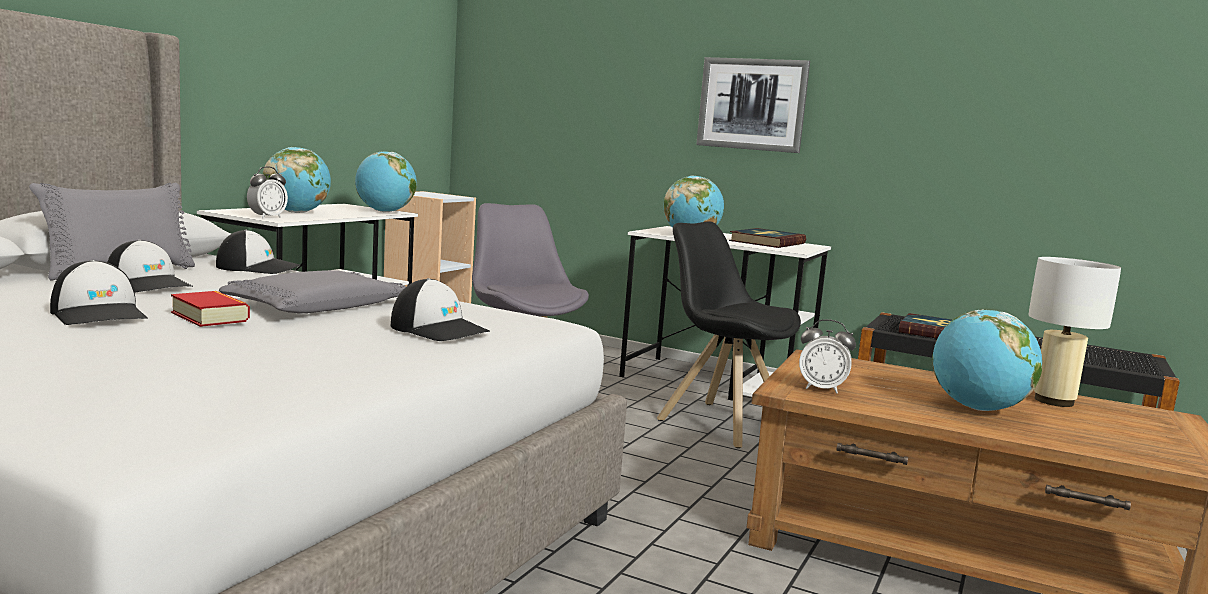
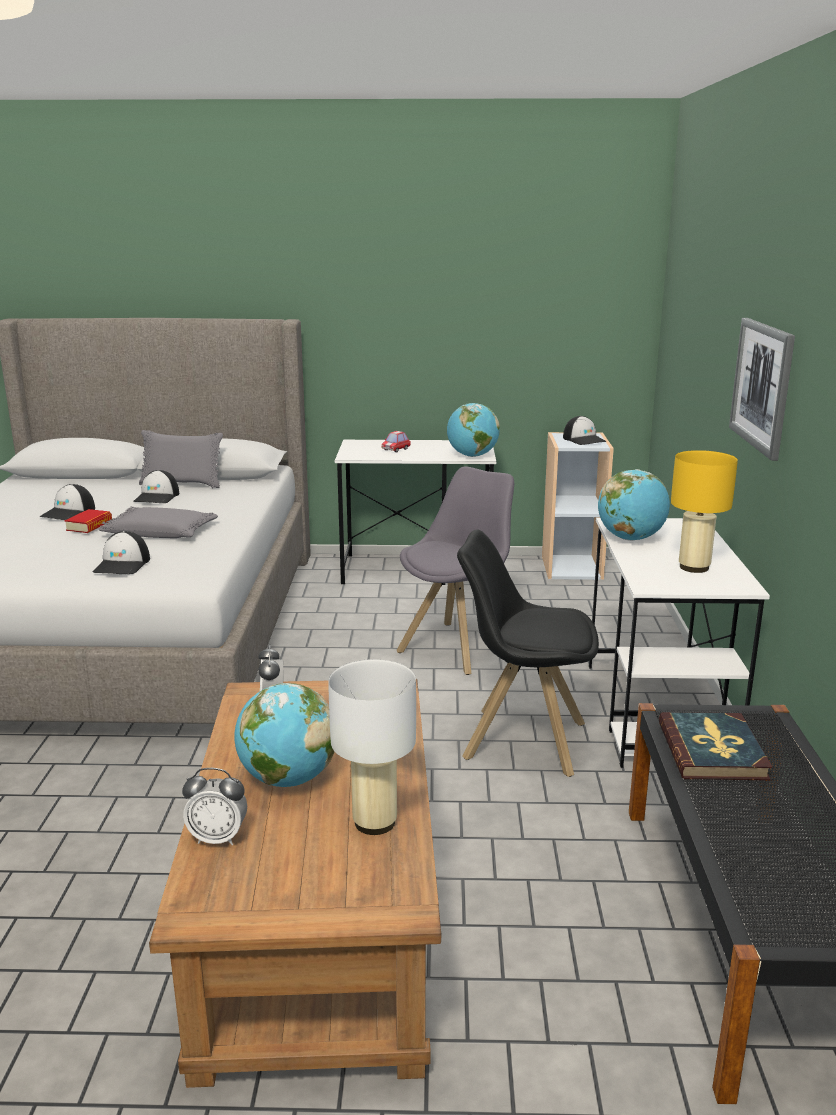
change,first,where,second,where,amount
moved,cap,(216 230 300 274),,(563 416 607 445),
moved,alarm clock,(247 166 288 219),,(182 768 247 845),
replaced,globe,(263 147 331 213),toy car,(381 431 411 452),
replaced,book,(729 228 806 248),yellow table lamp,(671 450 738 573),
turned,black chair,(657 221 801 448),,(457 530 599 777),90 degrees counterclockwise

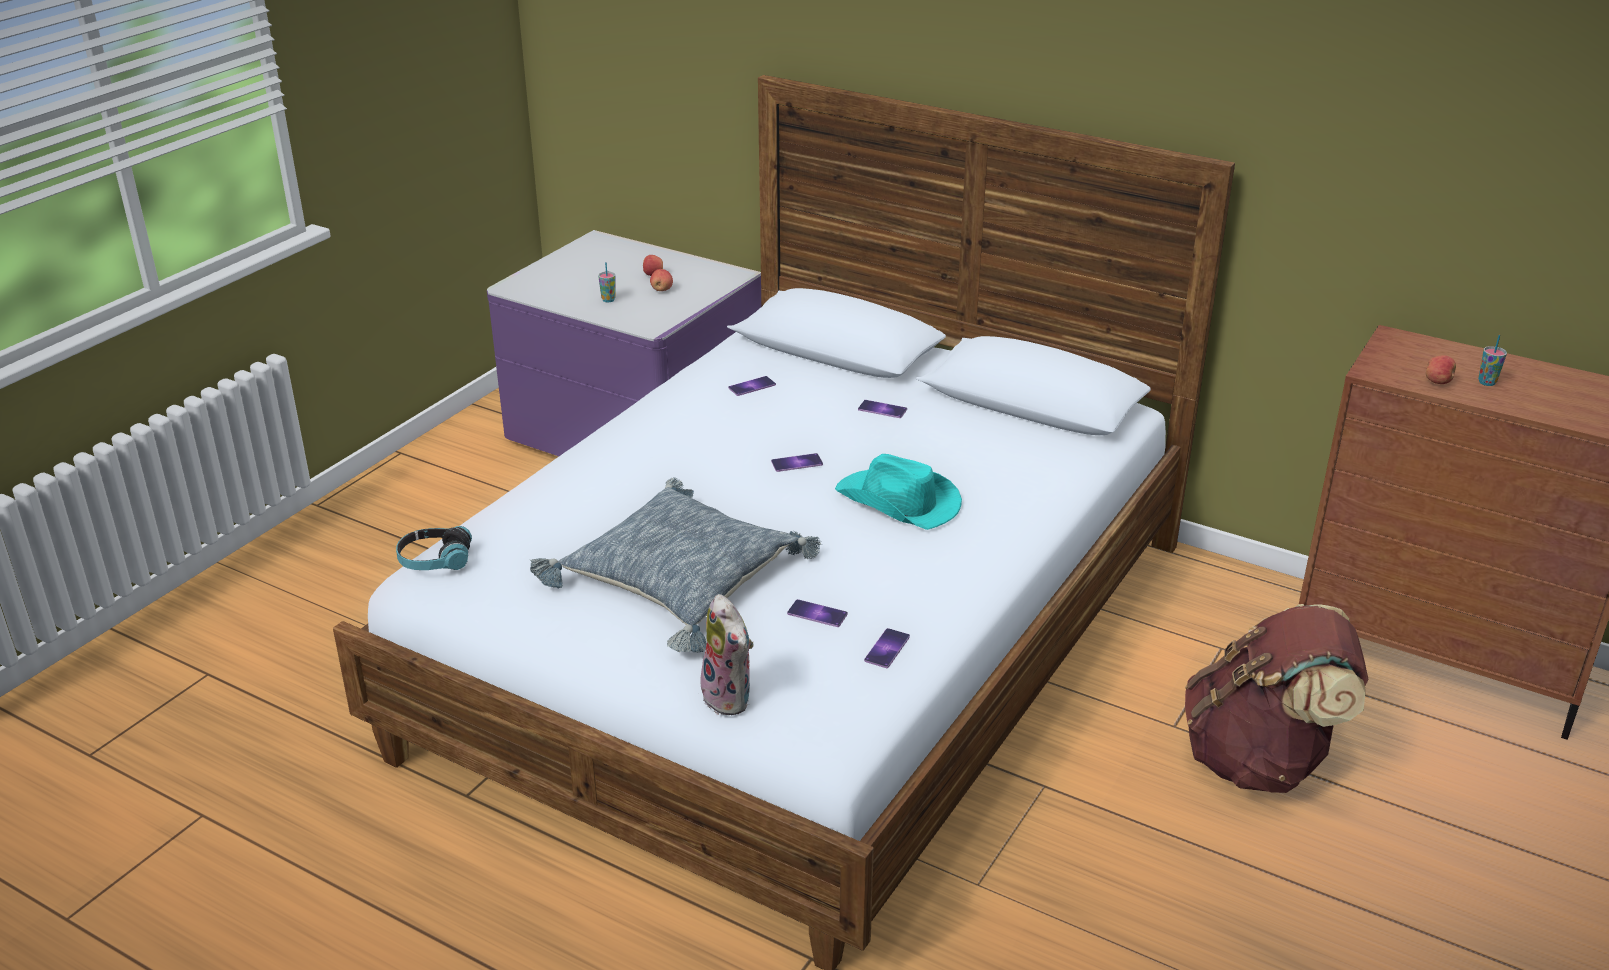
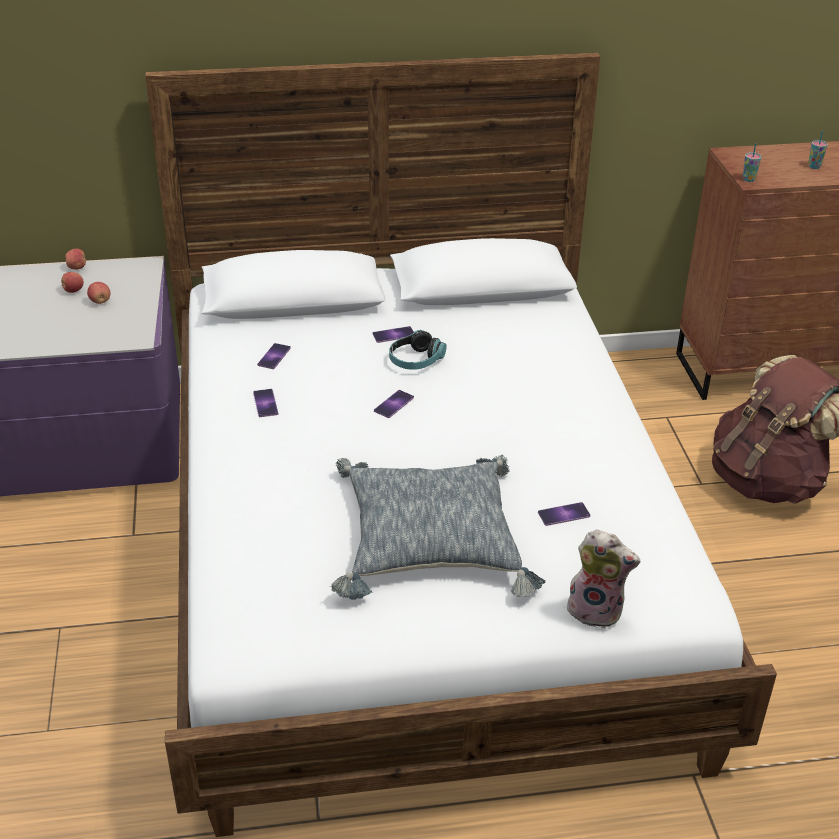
change,first,where,second,where,amount
removed,turquoise hat,(835 454 962 530),,,
moved,headphones,(396 526 472 570),,(389 330 446 370),
moved,cup,(598 262 615 302),,(743 143 761 182),
moved,phone,(864 628 910 668),,(253 389 278 417),
moved,apple,(1426 355 1456 384),,(65 248 86 270),

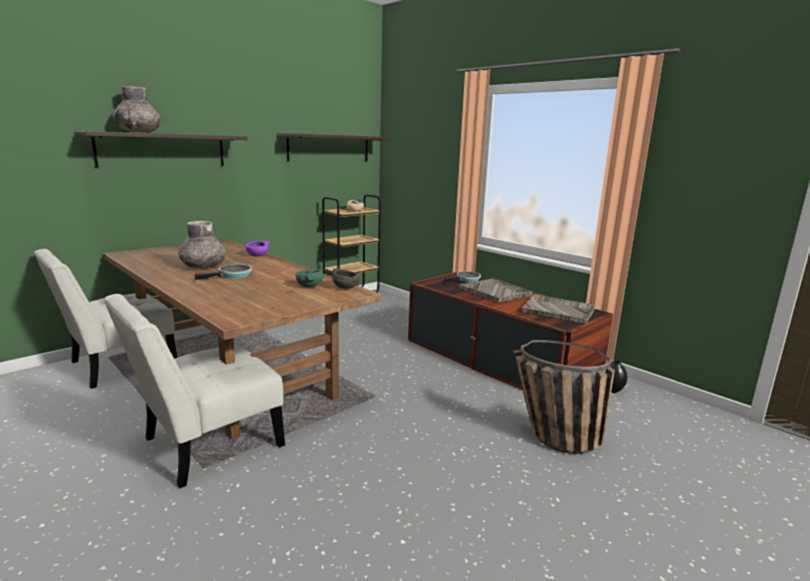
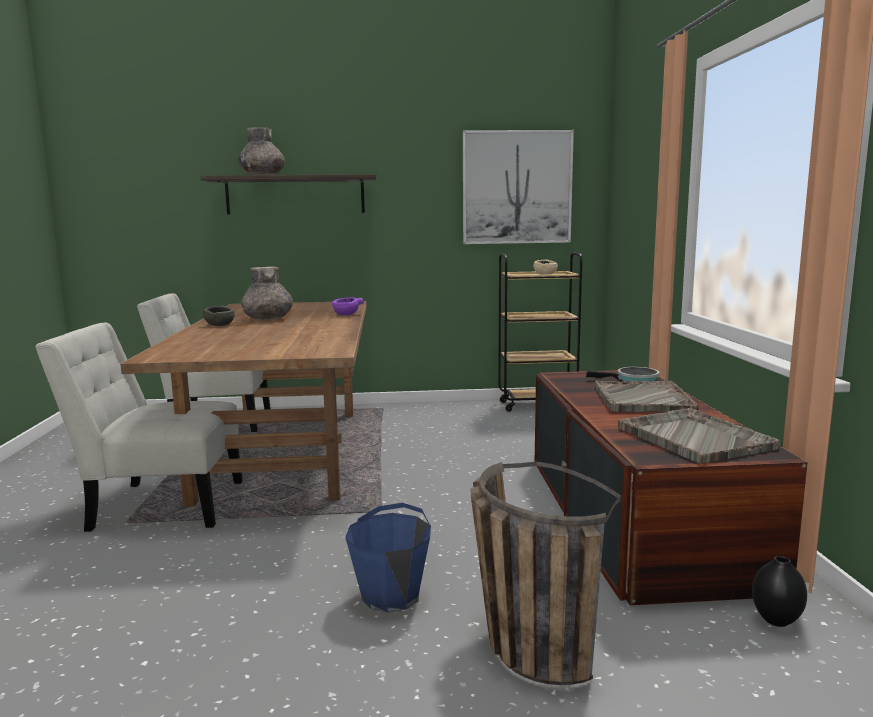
change,first,where,second,where,amount
removed,frying pan,(195 264 252 280),,,
removed,green bowl,(296 269 324 287),,,
added,,,blue bucket,(345 503 431 613),
moved,grey bowl,(332 269 360 289),,(203 305 235 326),
replaced,shelf,(277 133 392 161),picture,(463 130 574 244),

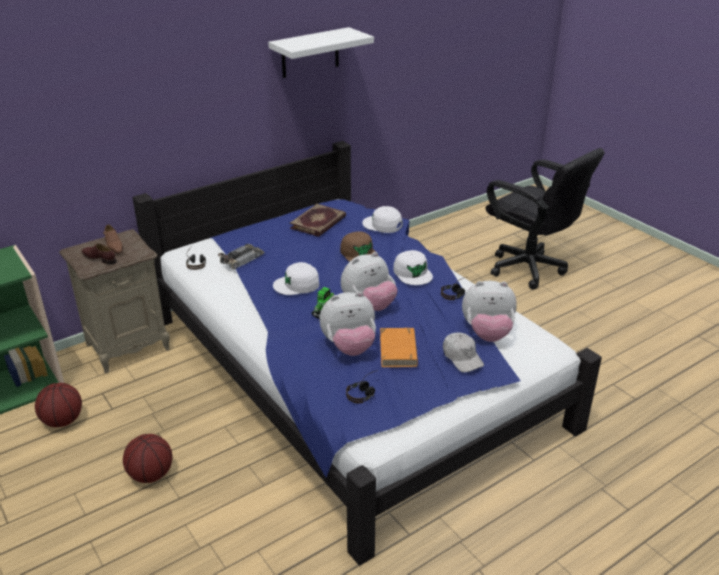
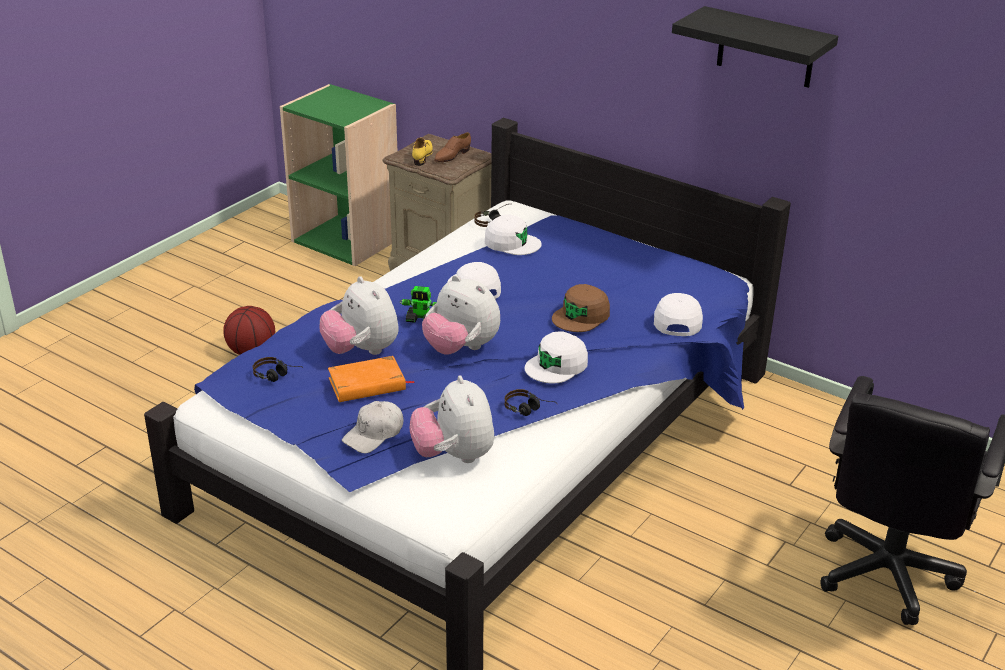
change,first,where,second,where,amount
removed,basketball,(35 383 82 427),,,
removed,book,(290 204 346 237),,,
replaced,toy car,(218 244 265 269),white cap,(485 215 542 255),
recoloured,brown shoe,(82 243 116 264),yellow shoe,(412 137 433 166),
recoloured,white shelf,(268 27 374 78),black shelf,(672 6 838 88),

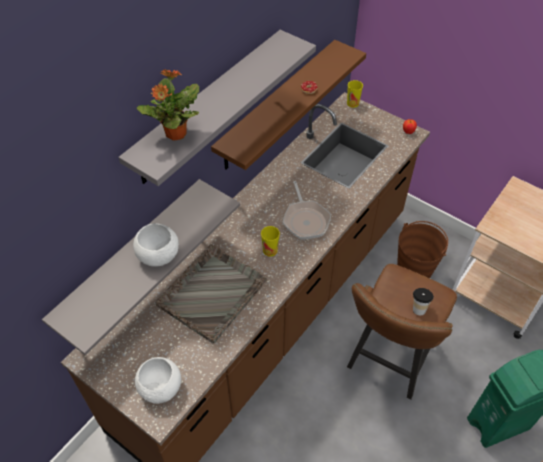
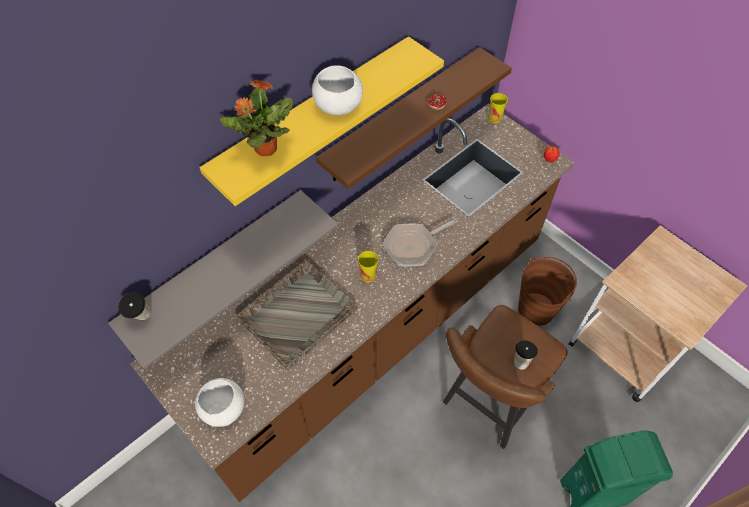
change,first,where,second,where,amount
added,,,cup,(119 292 151 320),
moved,white bowl,(133 223 179 267),,(312 65 363 115),
recoloured,grey shelf,(118 30 316 186),yellow shelf,(199 36 444 206),
turned,frying pan,(282 181 331 240),,(383 219 457 266),60 degrees clockwise

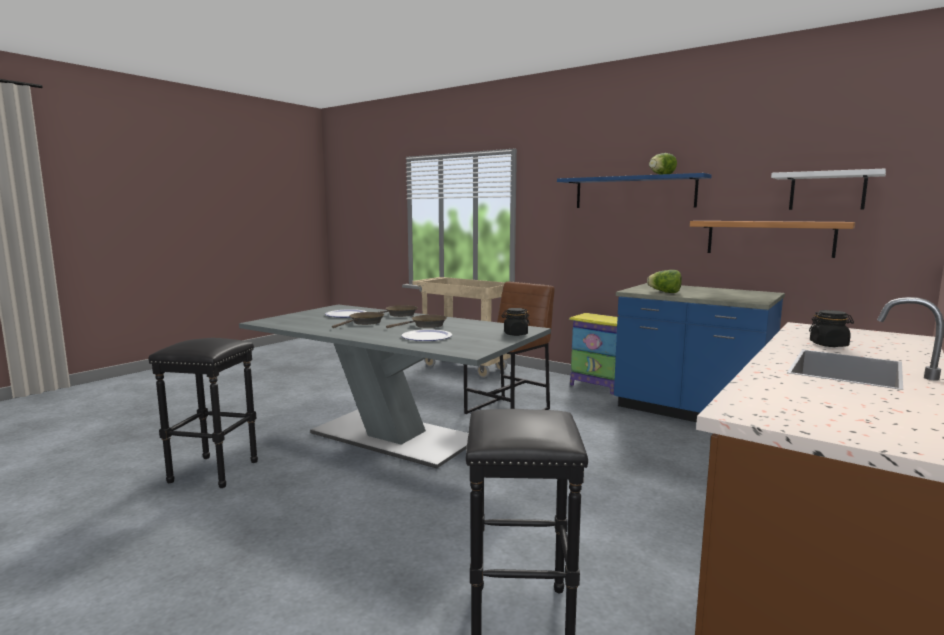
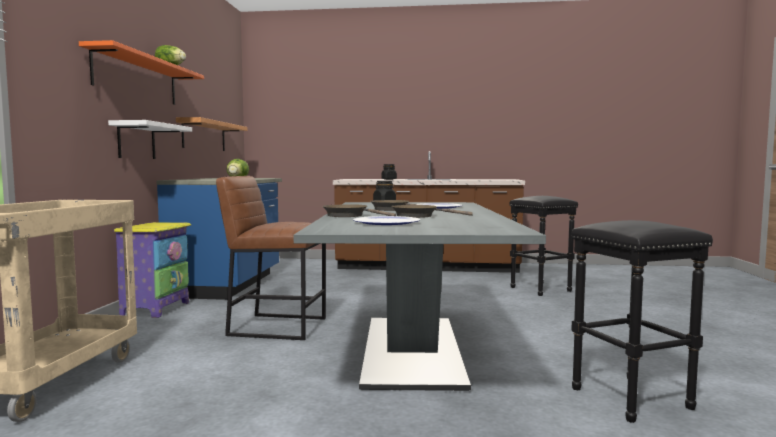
change,first,where,second,where,amount
moved,white shelf,(771 169 886 210),,(108 120 192 159),
recoloured,blue shelf,(557 173 712 208),orange shelf,(79 40 204 105),

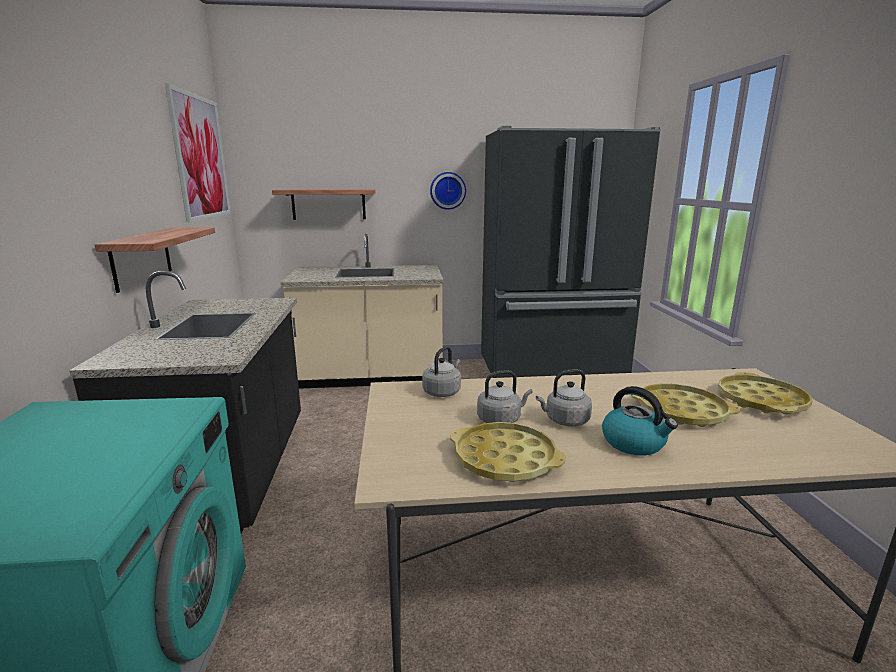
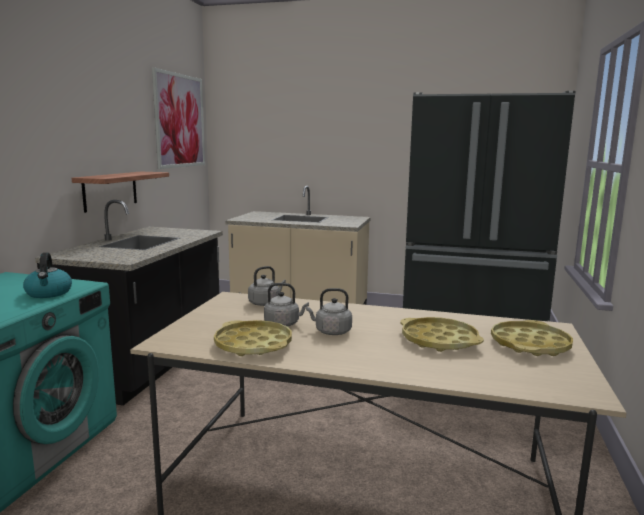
change,first,where,second,where,amount
removed,shelf,(272 189 375 220),,,
removed,wall clock,(430 172 466 210),,,
moved,kettle,(602 386 678 455),,(23 253 72 298),

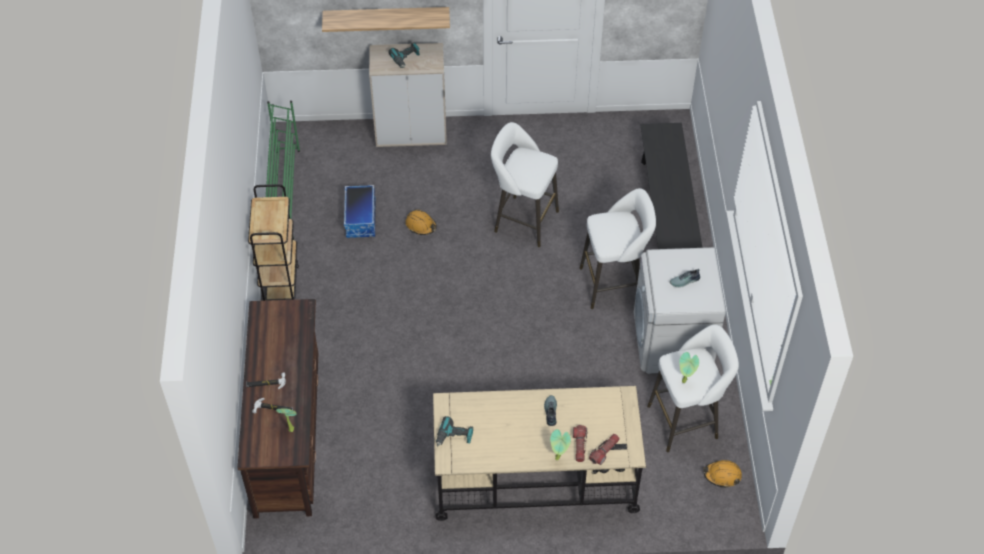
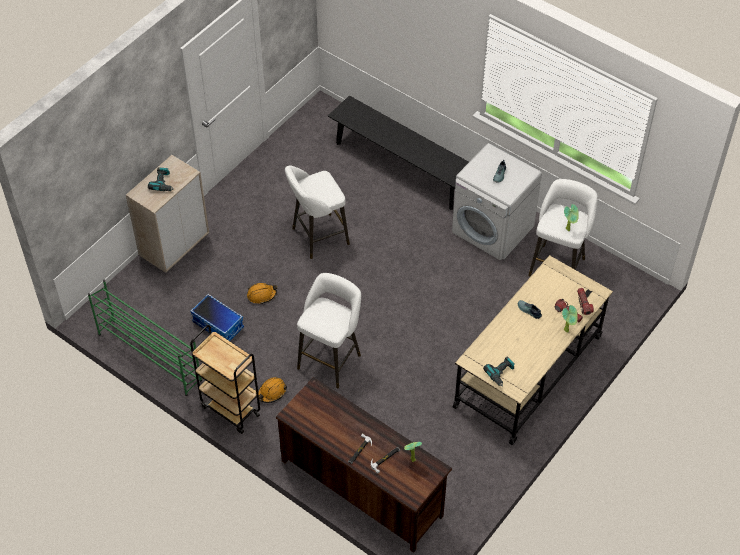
change,first,where,second,where,amount
removed,shelf,(322 7 450 32),,,
moved,white stool,(580 188 656 309),,(297 273 361 388),
moved,orange hard hat,(704 460 742 488),,(258 377 287 403),

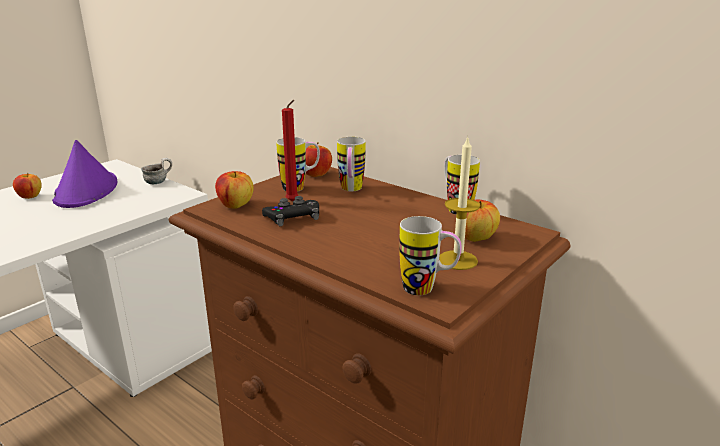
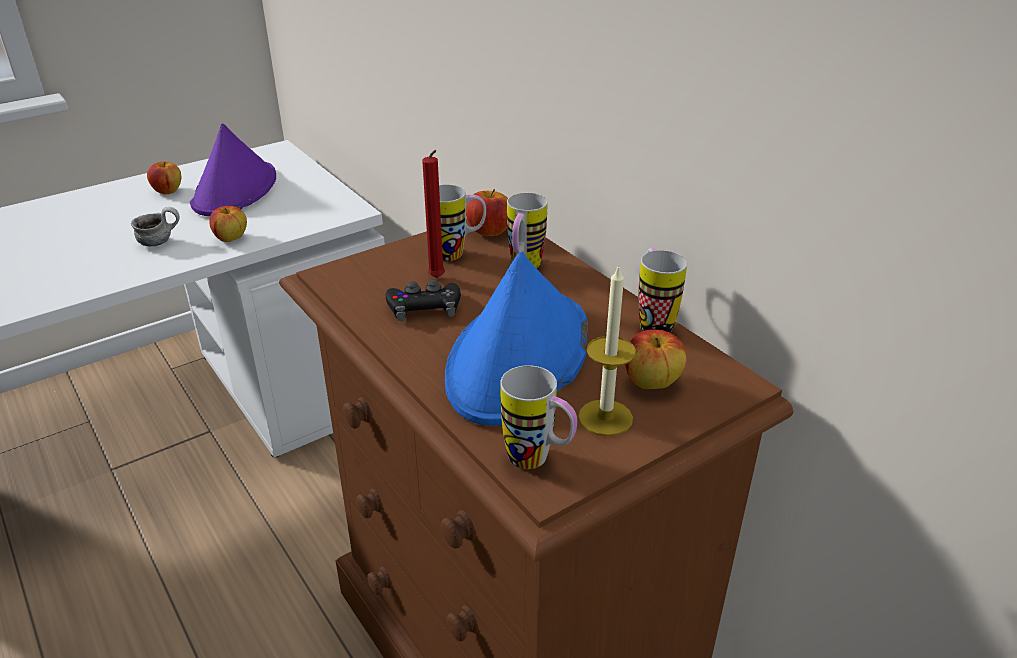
change,first,where,second,where,amount
added,,,blue hat,(445 252 588 426),
moved,mug,(141 158 172 184),,(131 207 180 246),
moved,apple,(215 171 254 208),,(209 206 247 242),

